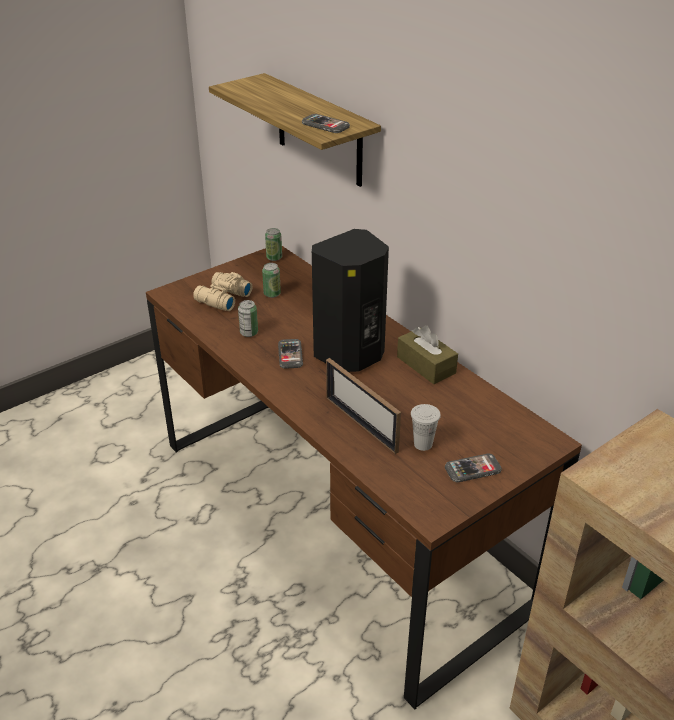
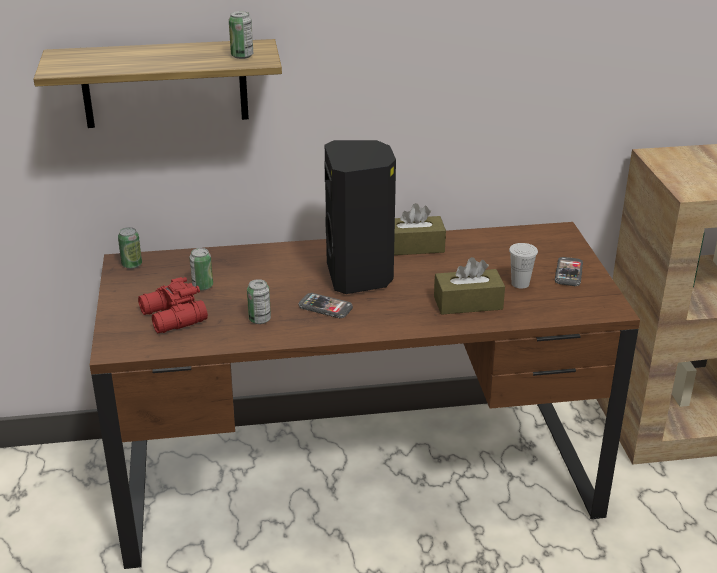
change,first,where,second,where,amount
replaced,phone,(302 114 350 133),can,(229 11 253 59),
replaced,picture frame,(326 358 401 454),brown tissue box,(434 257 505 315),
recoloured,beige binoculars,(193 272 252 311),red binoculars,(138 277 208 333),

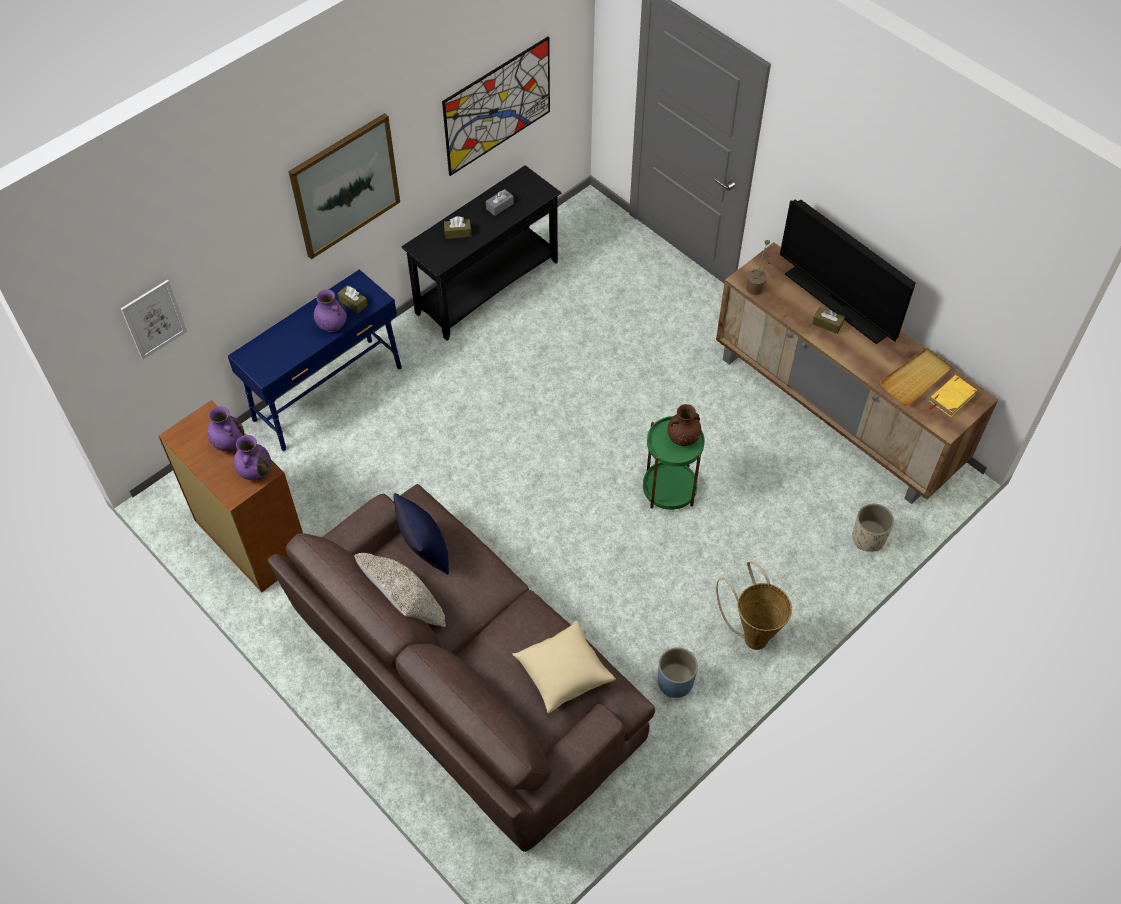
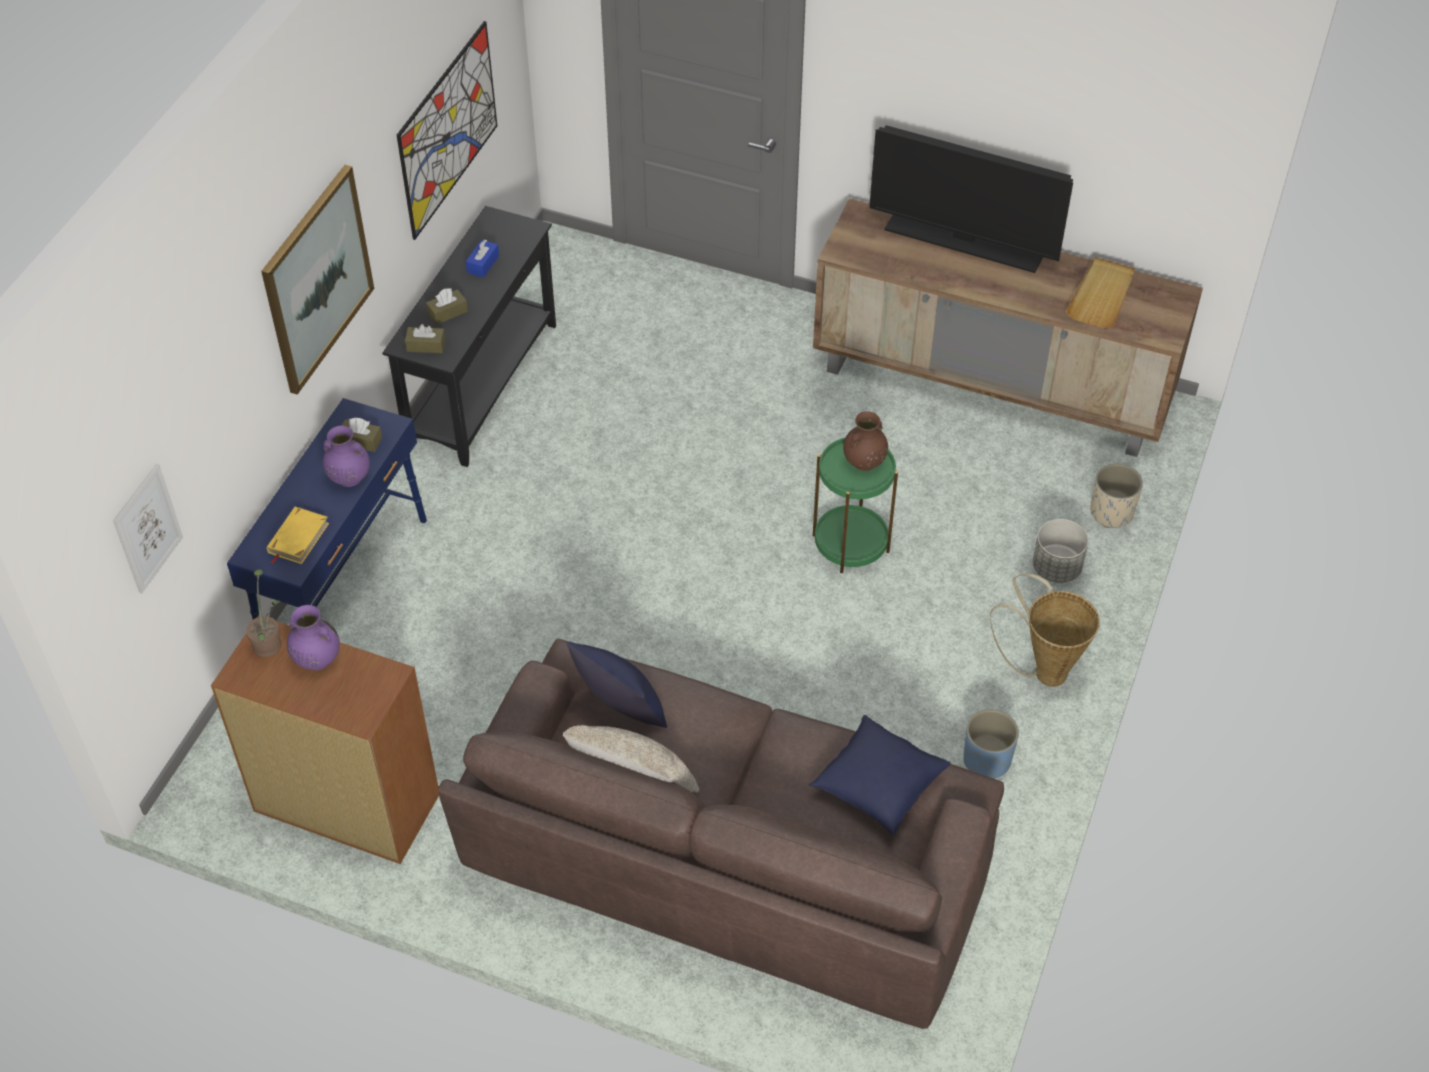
change,first,where,second,where,amount
removed,purple vase,(234 435 271 480),,,
added,,,grey planter,(1033 519 1089 583),
moved,potted plant,(746 240 774 295),,(246 569 282 657),
moved,brown tissue box,(812 307 845 334),,(405 324 446 353),
moved,yellow book,(929 375 977 417),,(267 507 329 564),
recoloured,grey tissue box,(486 189 514 216),blue tissue box,(466 239 499 278),
recoloured,beige pillow,(512 621 616 713),blue pillow,(809 715 950 835),

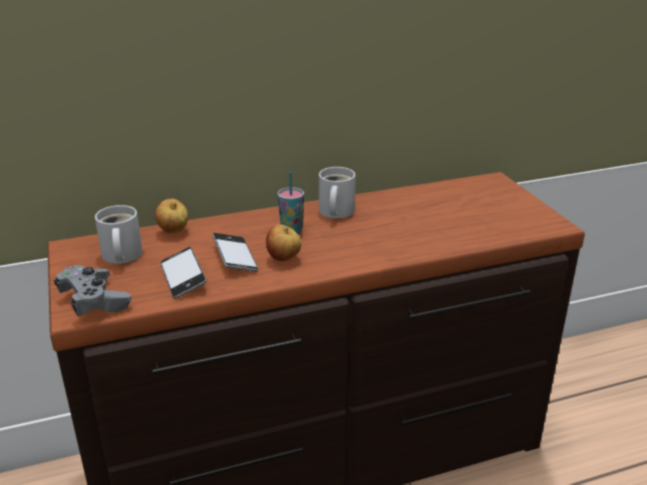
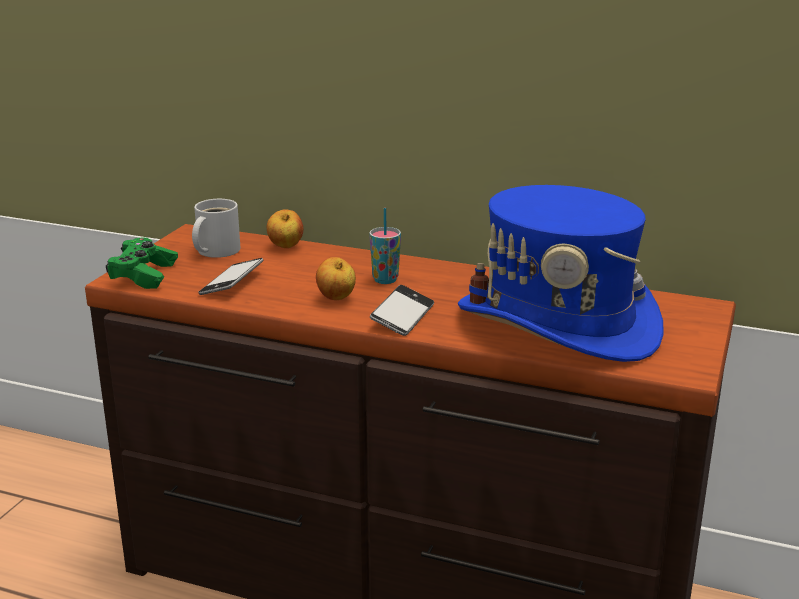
change,first,where,second,where,amount
removed,white mug,(319 167 355 219),,,
added,,,blue hat,(458 185 664 362),
moved,phone,(212 233 258 271),,(370 285 434 336),
recoloured,grey game controller,(54 265 132 317),green game controller,(105 238 178 289),

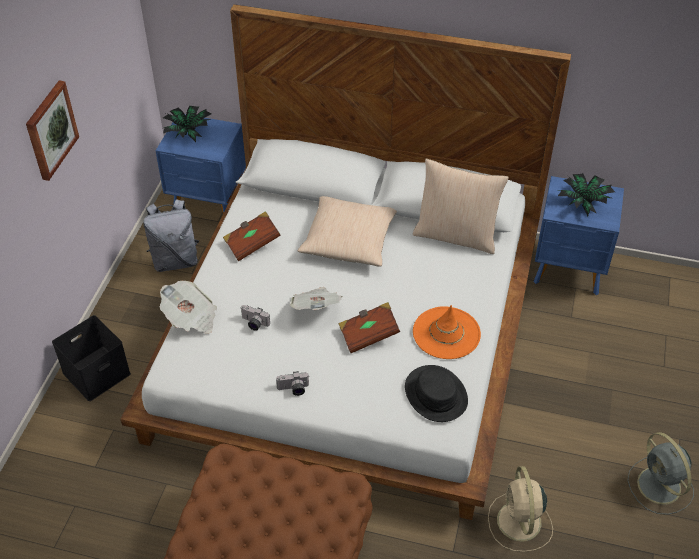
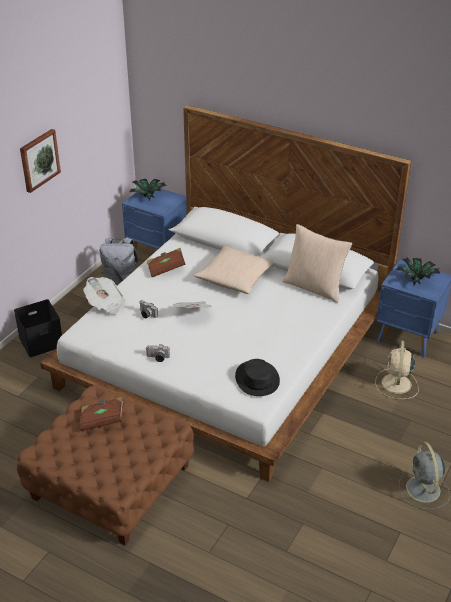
change,first,where,second,where,amount
removed,orange hat,(413 305 481 359),,,
moved,brown book,(339 302 400 353),,(79 397 124 431),
moved,beige fan,(488 466 553 552),,(375 340 419 399),

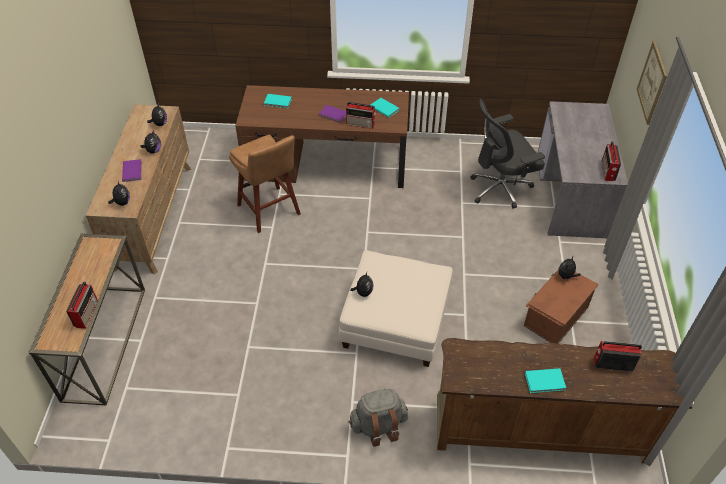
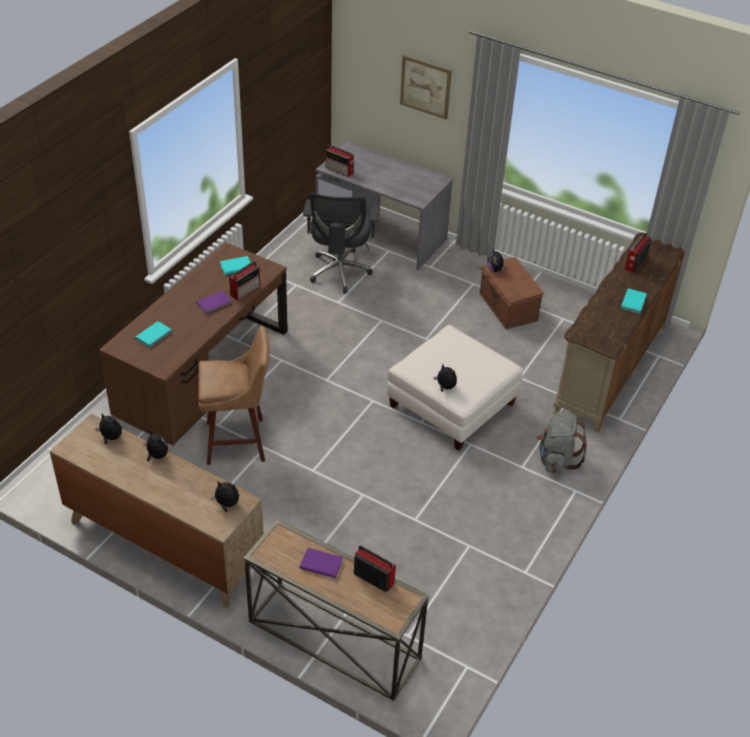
change,first,where,second,where,amount
moved,purple book,(122 159 142 182),,(299 548 343 578),
moved,radio,(602 141 621 181),,(326 144 354 177),

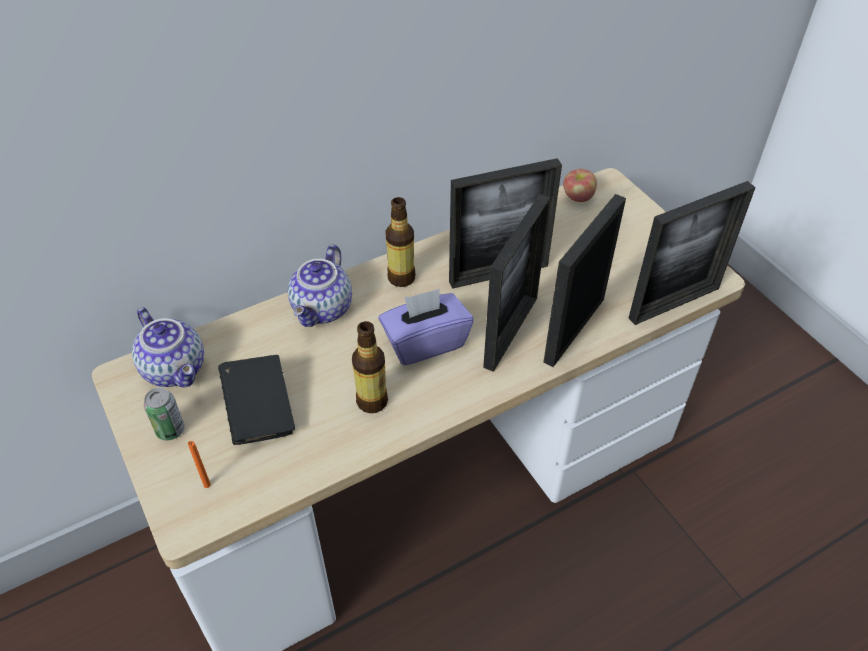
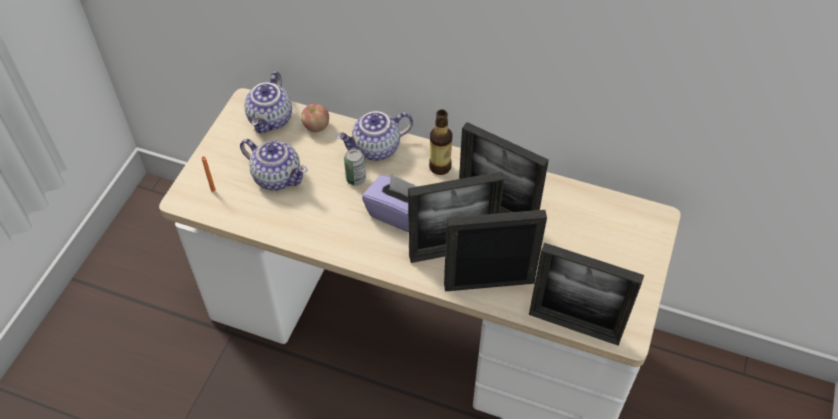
change,first,where,second,where,amount
removed,bottle,(352 321 388 413),,,
moved,can,(144 388 185 440),,(344 148 366 186),
moved,apple,(563 169 597 202),,(301 104 329 132),
replaced,black book,(218 355 295 445),teapot,(240 139 307 191),

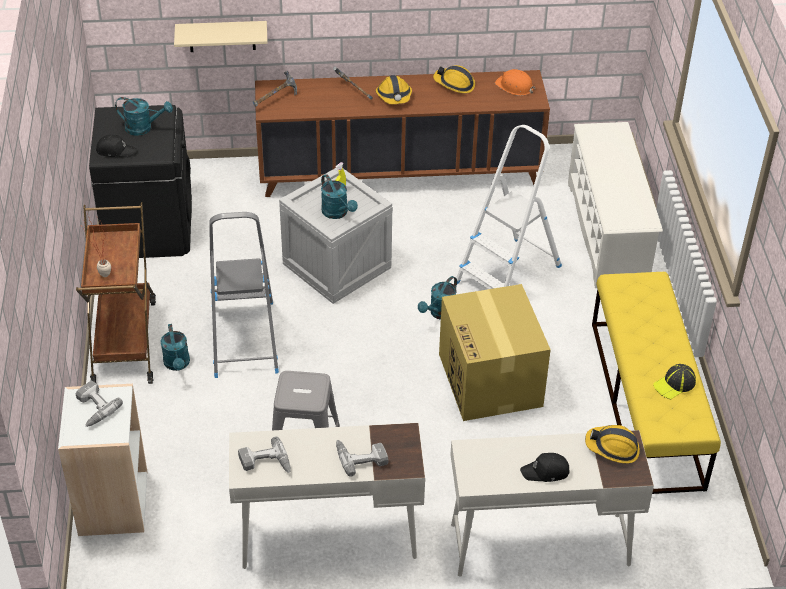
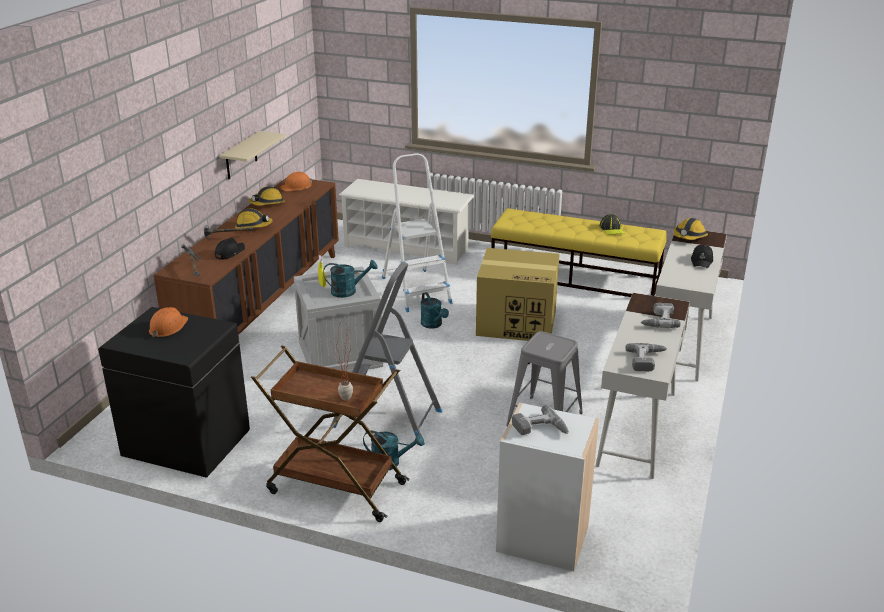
change,first,where,second,where,amount
moved,black cap,(96 135 136 157),,(215 238 245 260),
moved,beige shelf,(174 21 268 52),,(219 131 286 179),
replaced,turquoise watering can,(115 97 173 136),orange hard hat,(149 307 188 338),

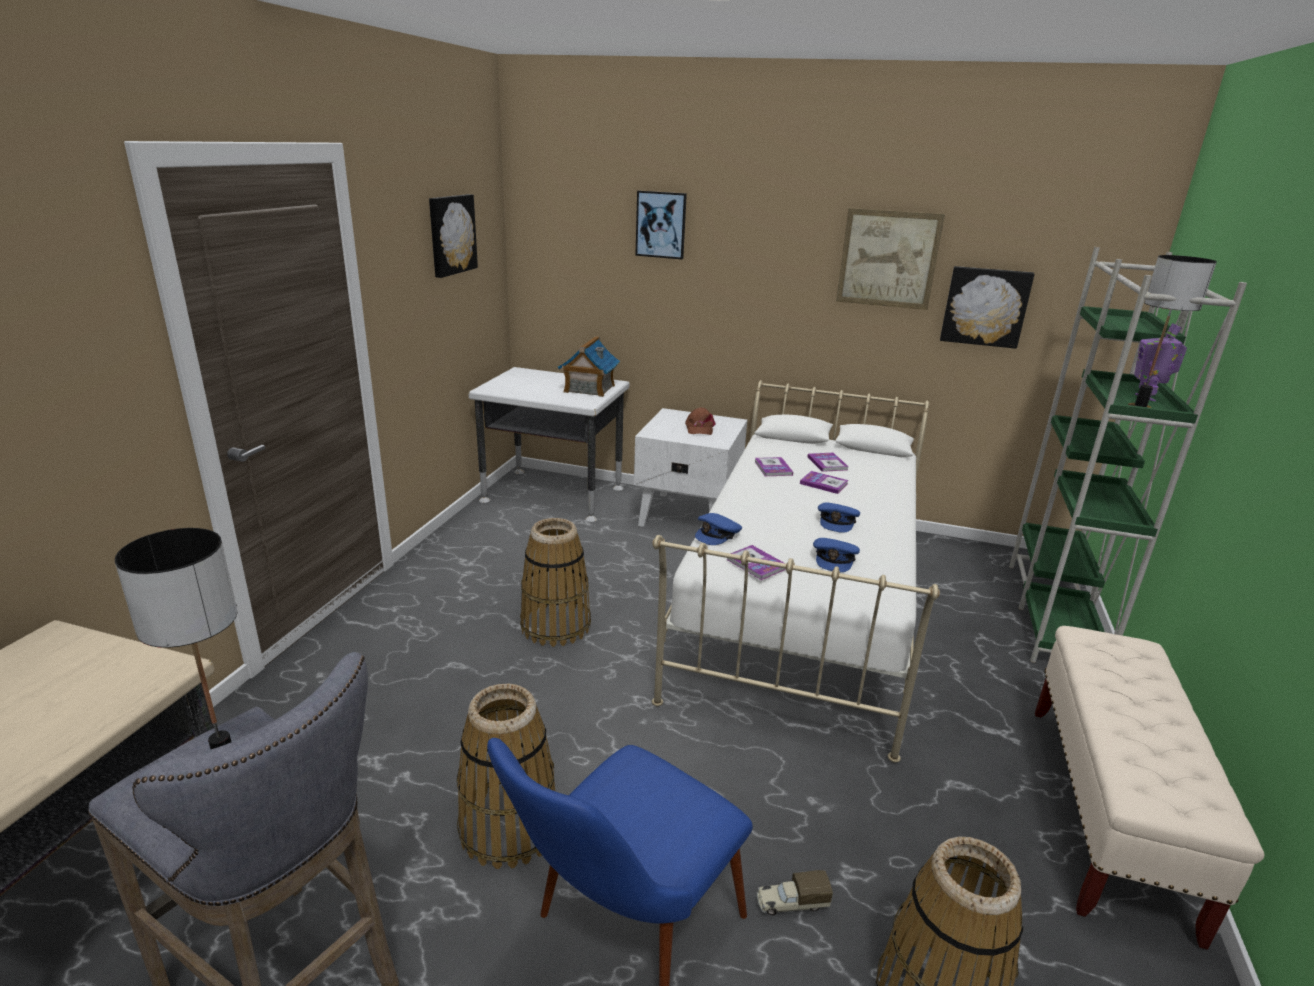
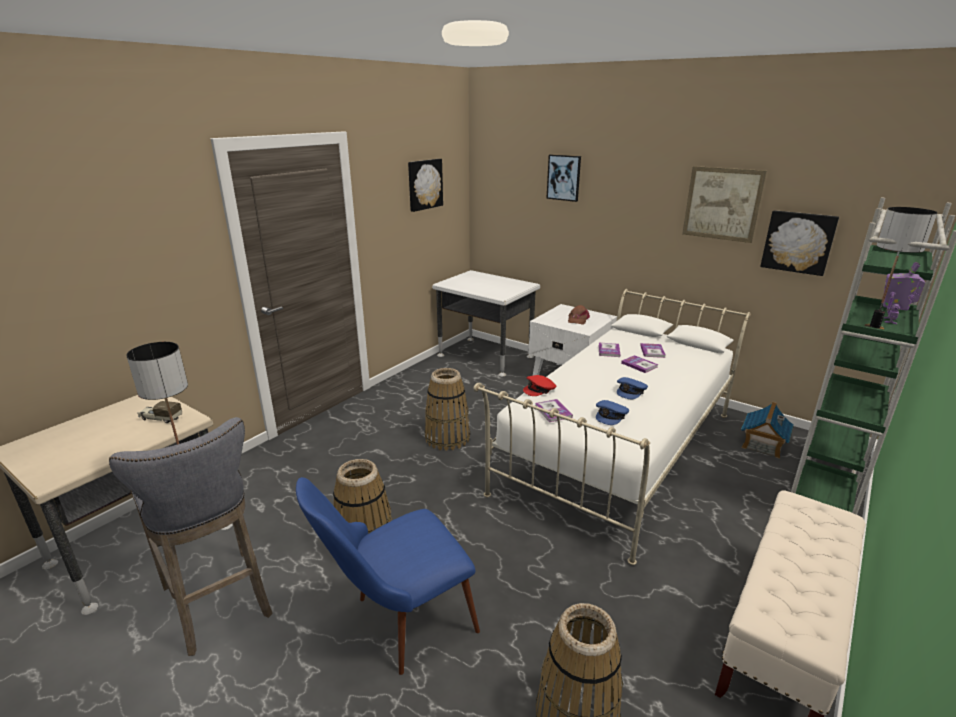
change,first,where,second,where,amount
moved,toy house,(558 336 620 397),,(741 402 794 459),
moved,toy truck,(757 870 833 915),,(137 401 182 423),
recoloured,blue cap,(695 513 742 545),red cap,(523 375 556 396),

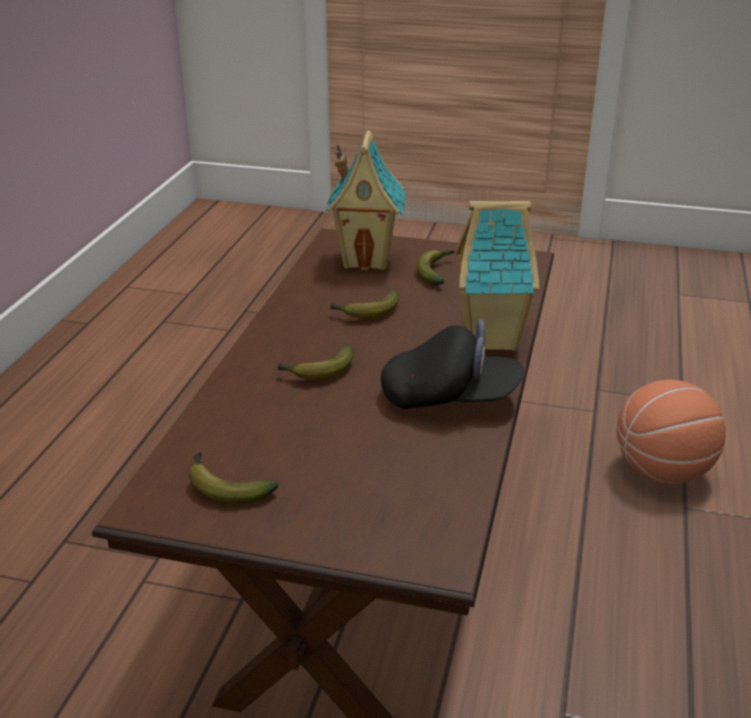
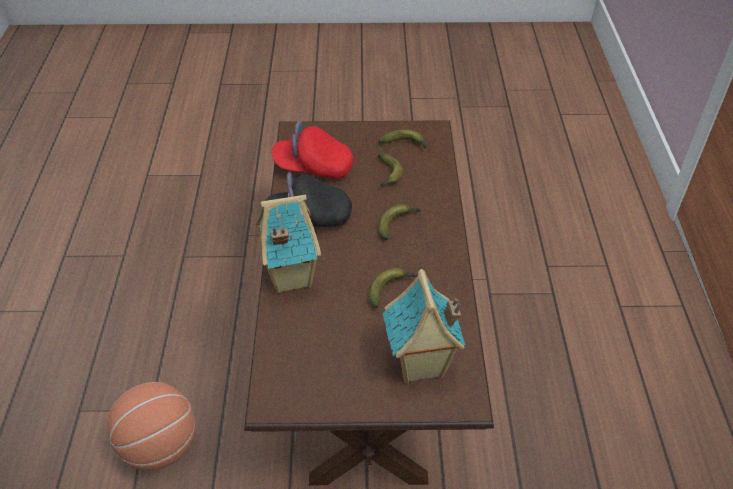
change,first,where,second,where,amount
added,,,red cap,(271 121 354 179),
moved,banana,(416 250 454 285),,(378 153 403 187),

